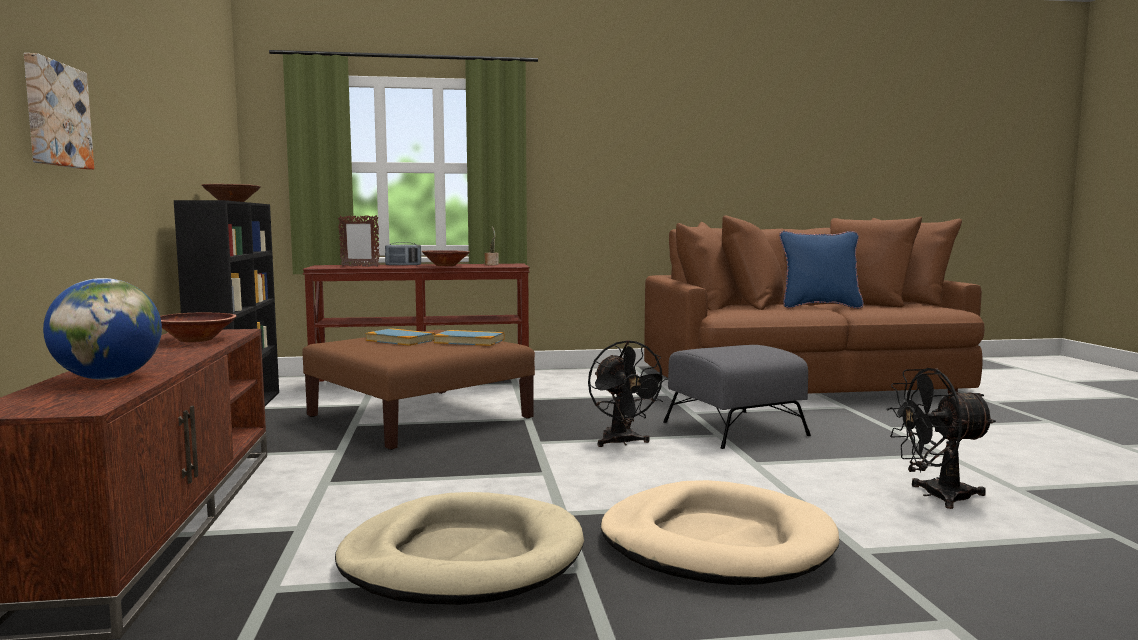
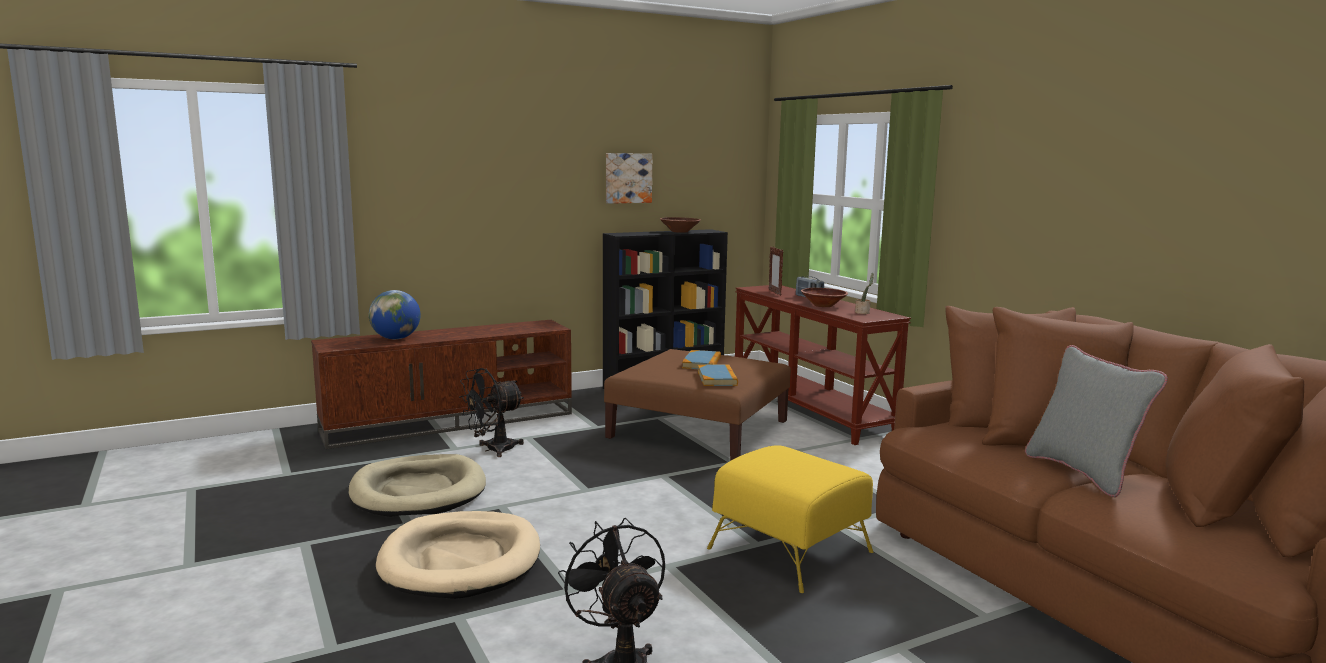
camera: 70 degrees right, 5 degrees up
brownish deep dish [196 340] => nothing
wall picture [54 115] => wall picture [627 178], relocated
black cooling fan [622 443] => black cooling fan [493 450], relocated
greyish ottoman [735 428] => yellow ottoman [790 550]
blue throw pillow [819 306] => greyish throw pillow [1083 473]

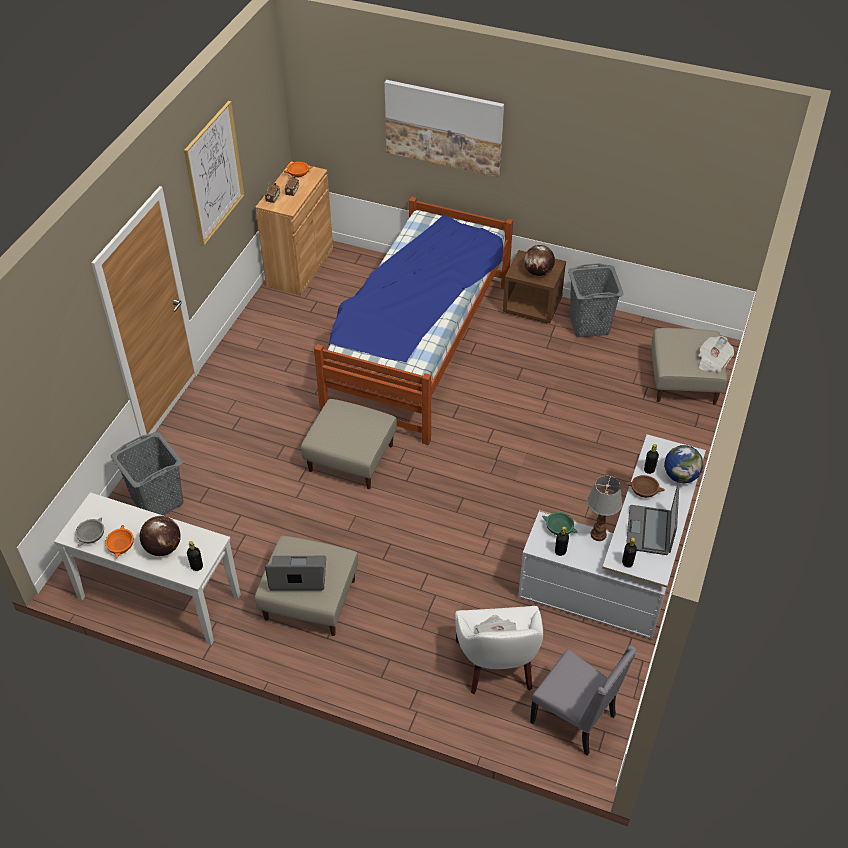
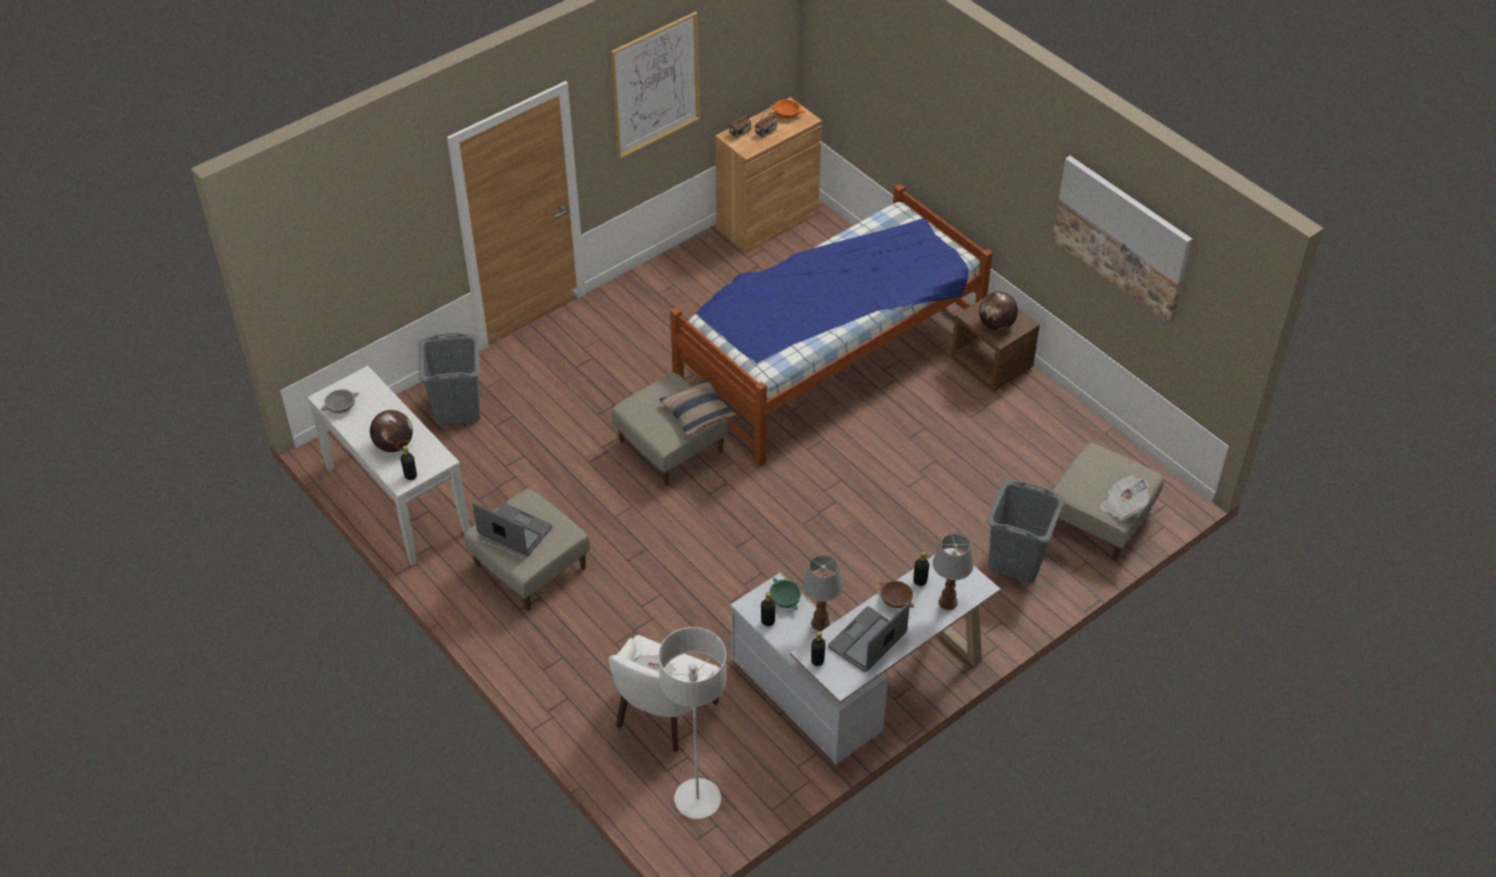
camera: 30 degrees right, 0 degrees up
orangey deep dish [121 546] => nothing
nothing => throw pillow [697 413]
wall picture [444 127] => wall picture [1121 237], relocated
greyish washing basket [589 325] => greyish washing basket [1016 560], relocated
greyish chair [575 719] => greyish standard lamp [697 800]
desk globe [680 476] => tabletop lamp [948 603]

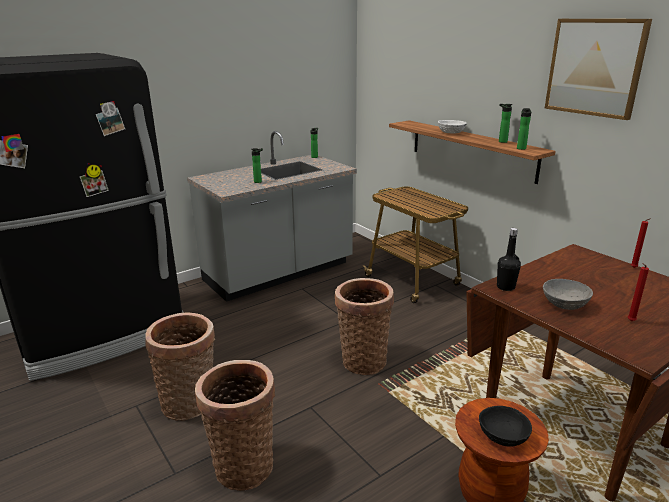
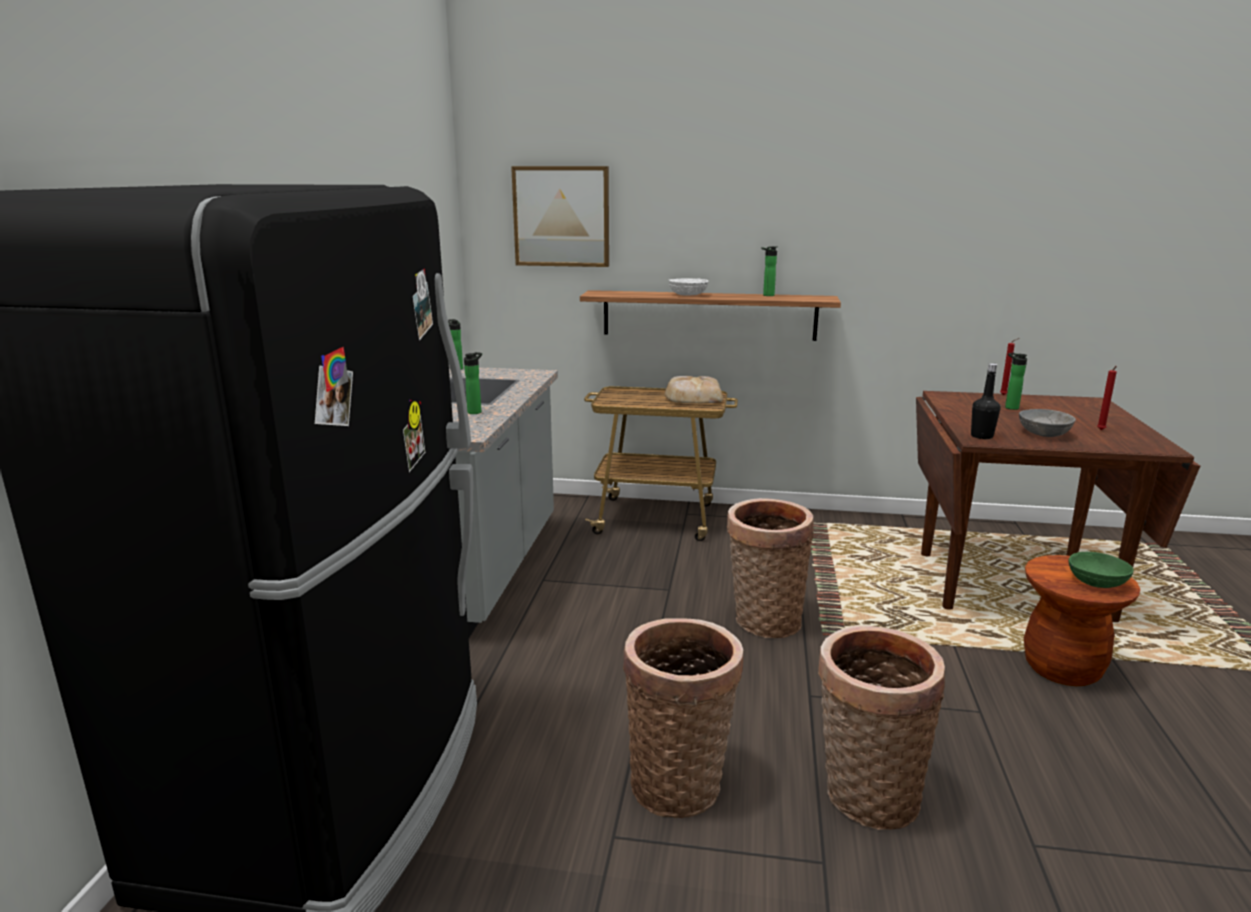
camera: 45 degrees left, 5 degrees down
nothing => baked bread [693 396]
drink bottle [521 148] => drink bottle [1010 407], relocated
wall picture [595 67] => wall picture [561 216], relocated
black deep dish [503 436] => green-coloured deep dish [1097 582]

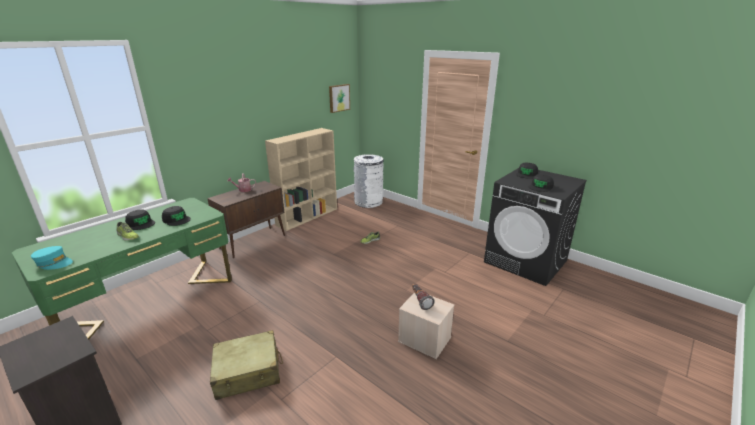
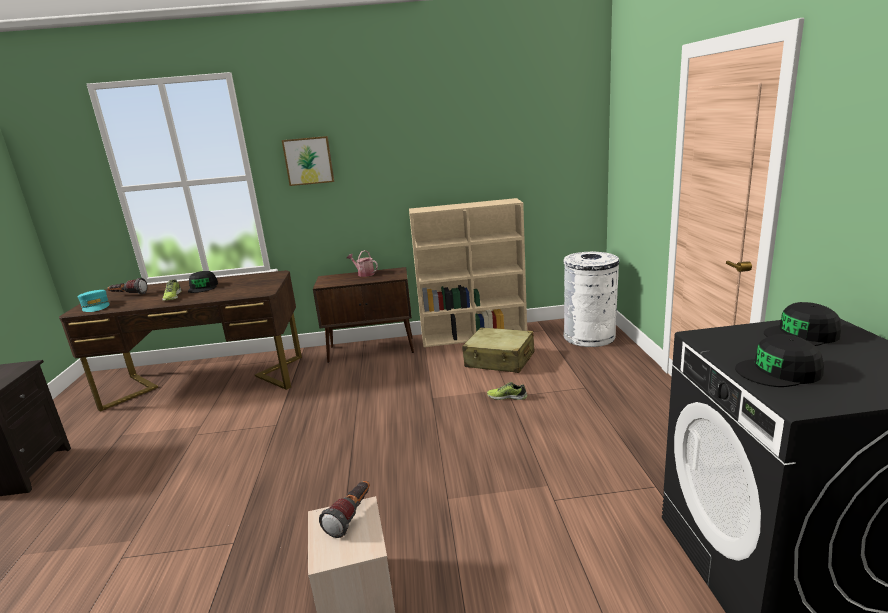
camera: 45 degrees right, 5 degrees down
black cap [176 219] => nothing
nothing => torch [128 295]
beige suitcase [248 372] => beige suitcase [499 360], relocated
wall picture [338 98] => wall picture [308 161], relocated
green-coloured desk [149 301] => brownish desk [206 382]

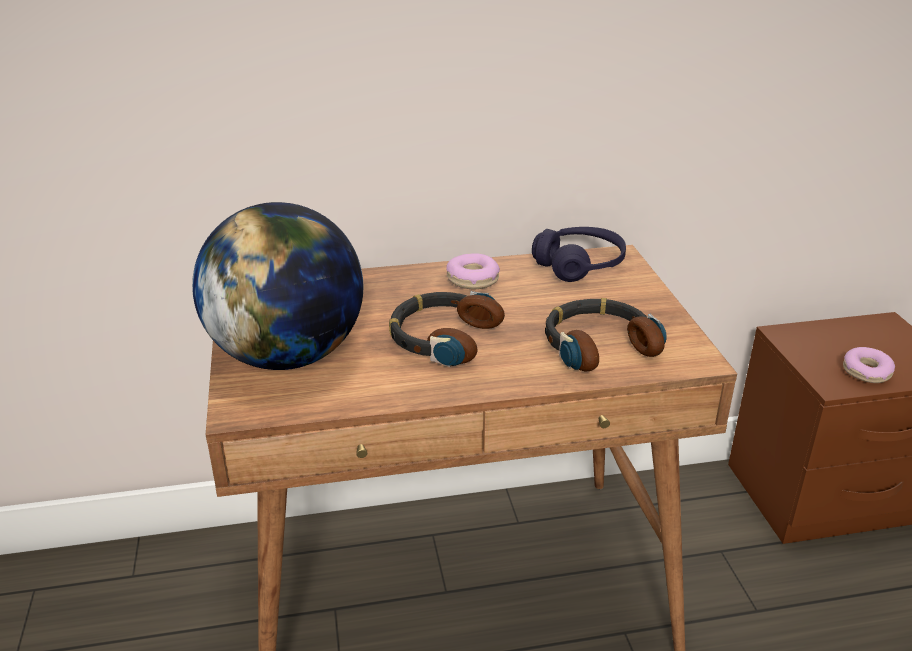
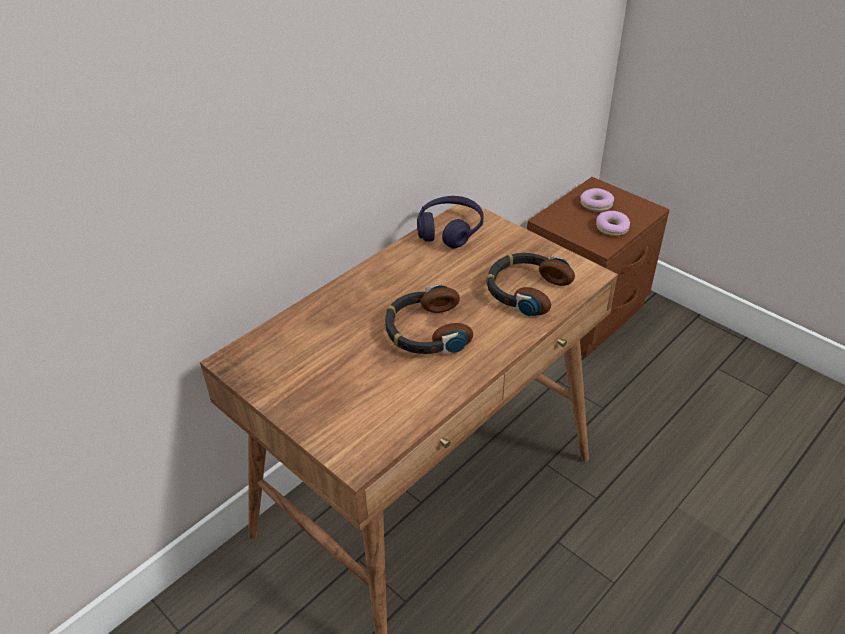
camera: 35 degrees left, 10 degrees up
desk globe [288 355] => nothing
donut [472 279] => donut [596 204], relocated

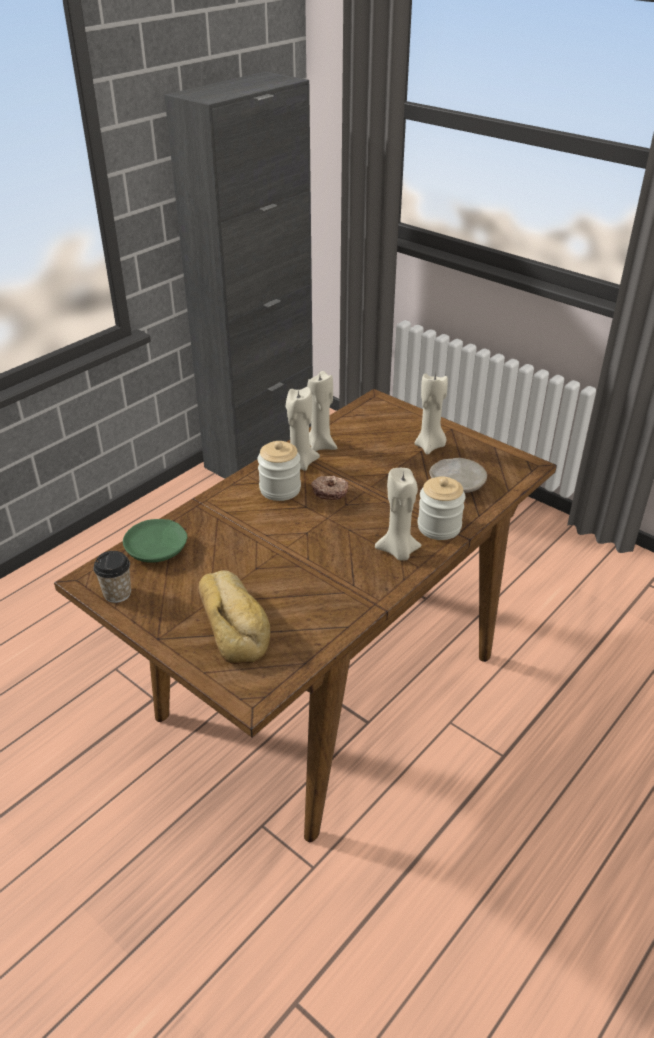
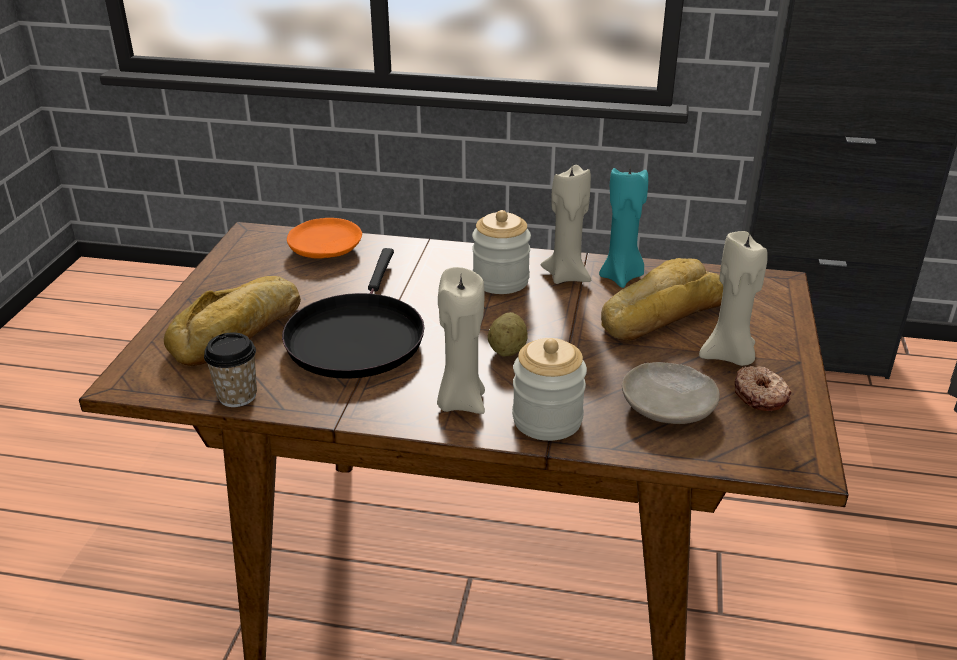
camera: 60 degrees right, 5 degrees down
nothing => black pan [356 337]
nothing => spud [507 350]
nothing => baked bread [660 313]
drinking cup [117 593] => drinking cup [237 396], relocated
donut [330 491] => donut [760 395], relocated
green-coloured plate [157 549] => orangey plate [325 250]
beige wax candle [321 445] => turquoise wax candle [622 277]

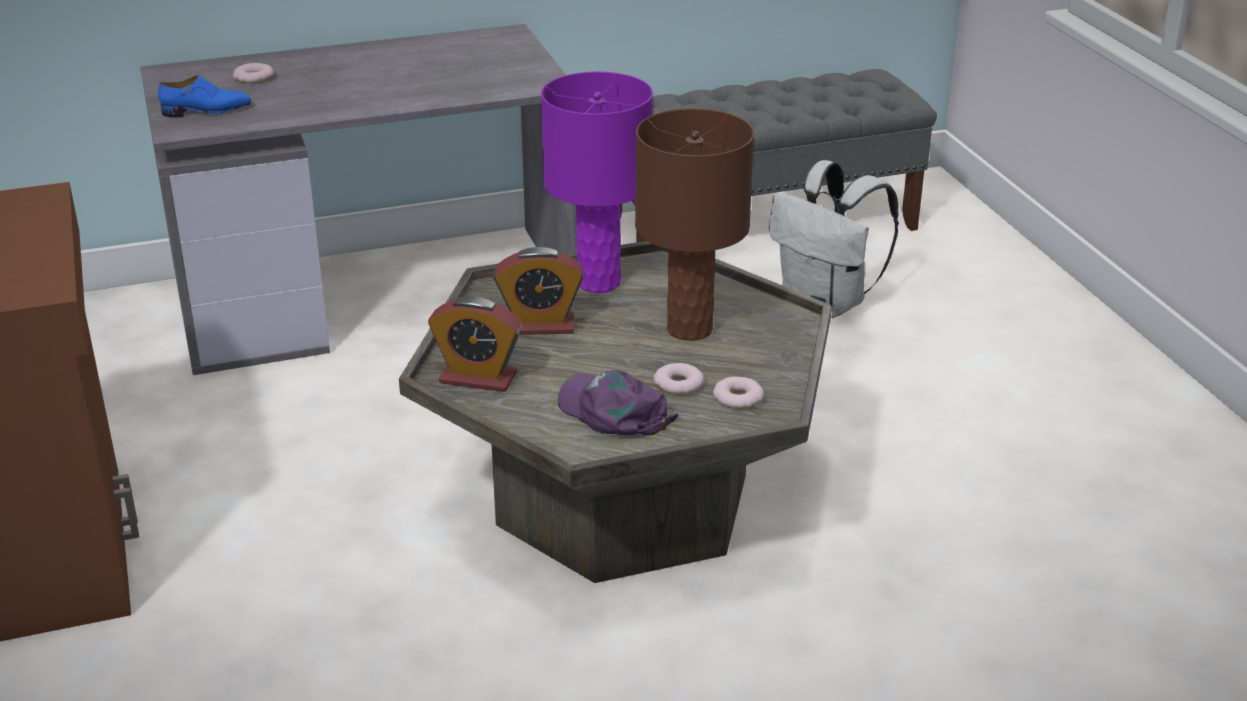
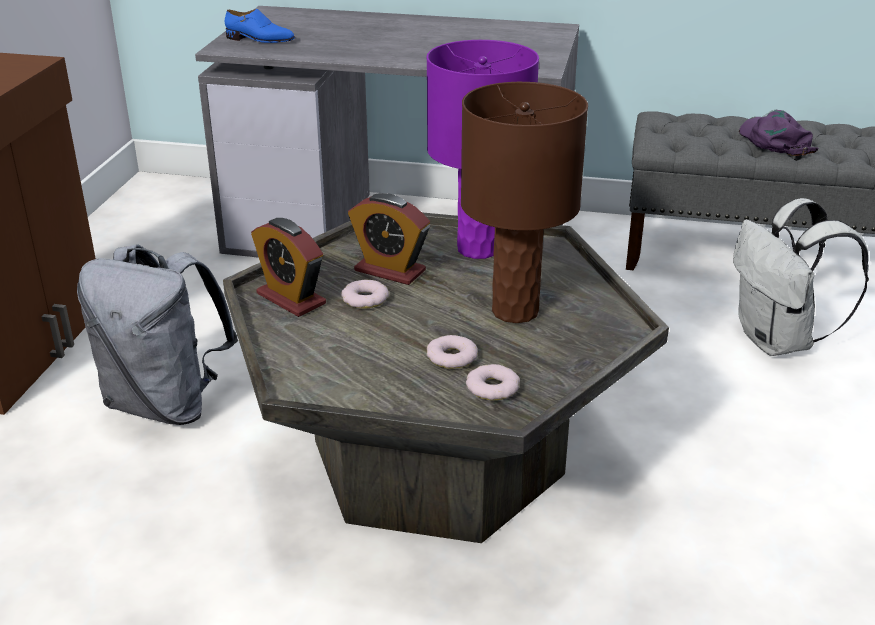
camera: 30 degrees right, 0 degrees up
nothing => greyish backpack [167 404]
donut [253 78] => donut [365 299], relocated
purple cap [613 411] => purple cap [774 141], relocated

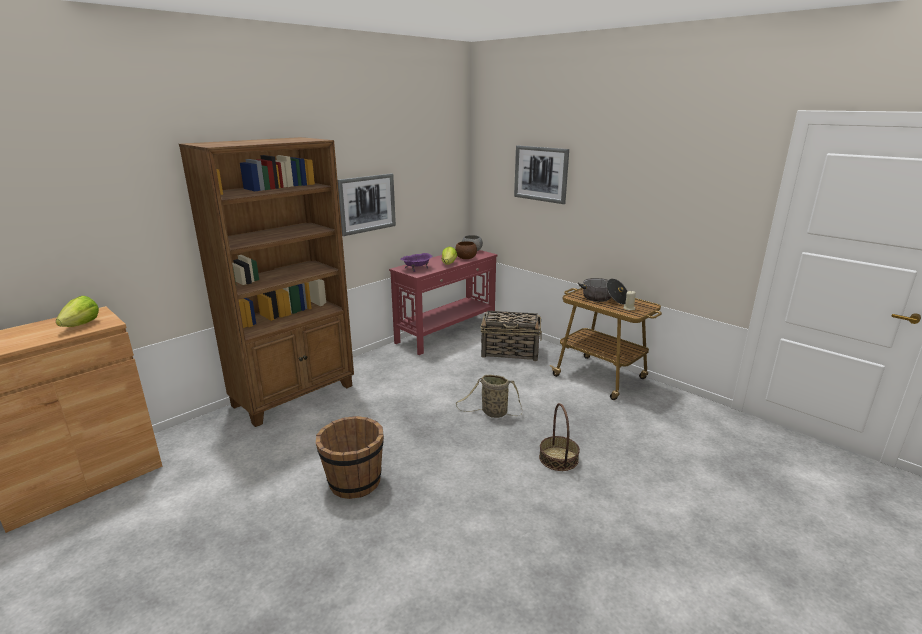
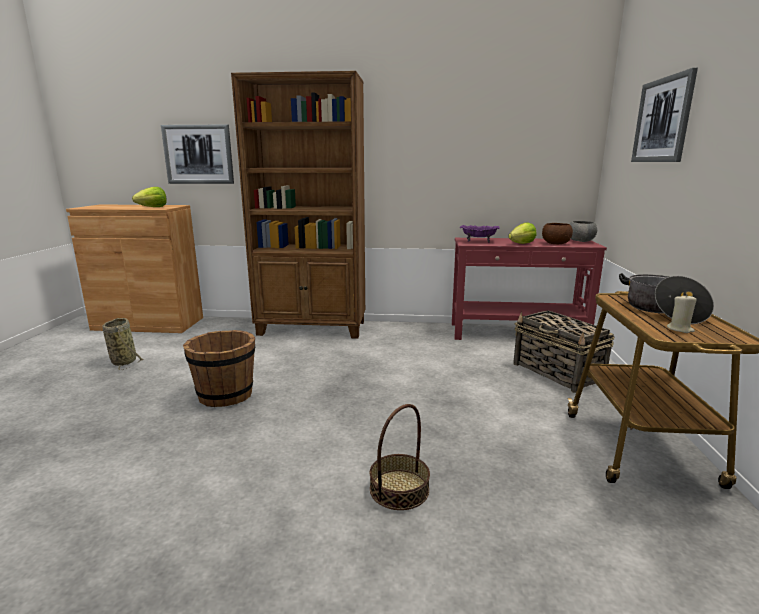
camera: 50 degrees right, 5 degrees down
wall picture [367 203] => wall picture [198 154], relocated
basket [492 413] => basket [124 361], relocated

